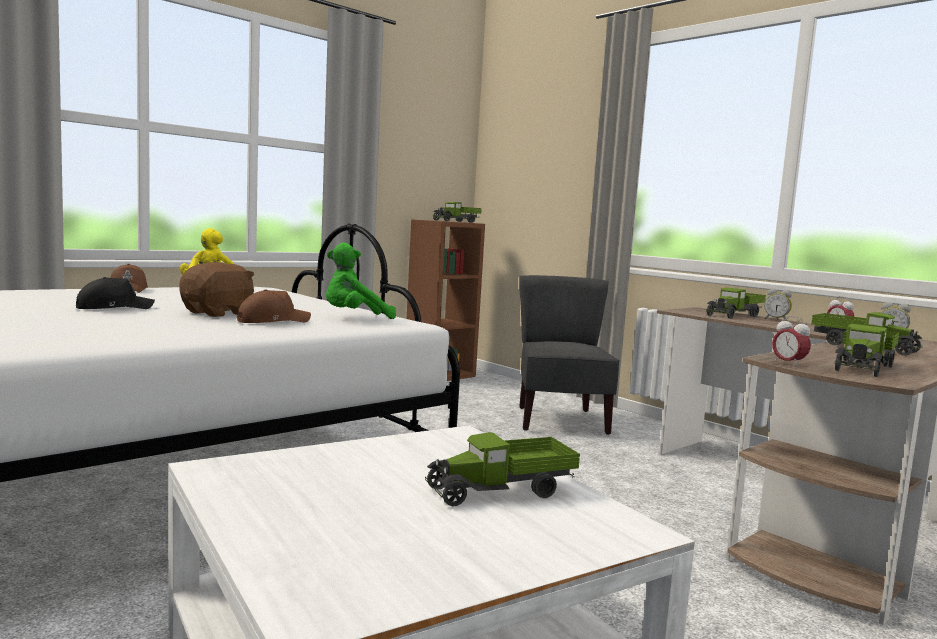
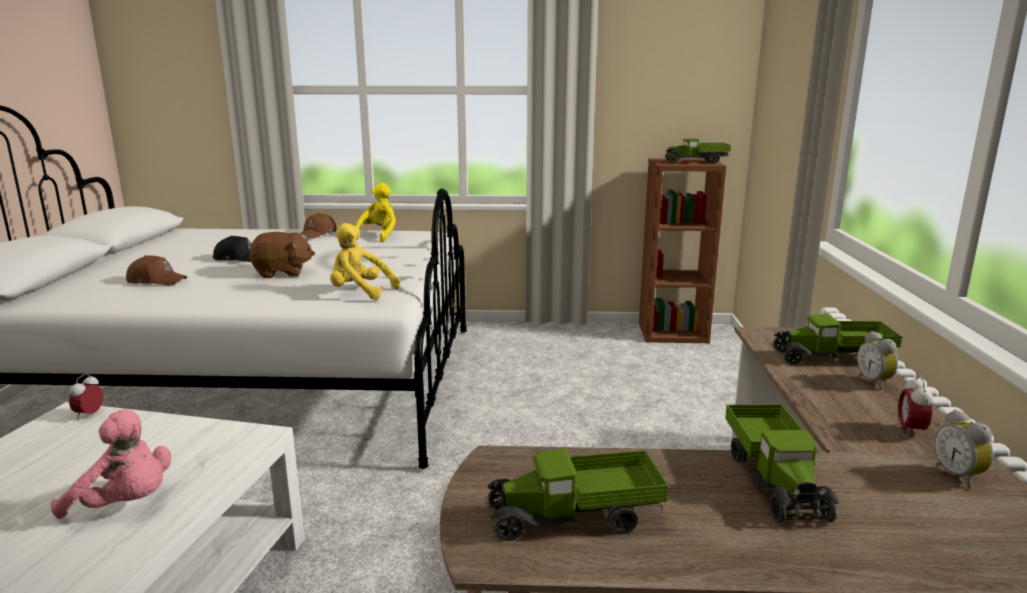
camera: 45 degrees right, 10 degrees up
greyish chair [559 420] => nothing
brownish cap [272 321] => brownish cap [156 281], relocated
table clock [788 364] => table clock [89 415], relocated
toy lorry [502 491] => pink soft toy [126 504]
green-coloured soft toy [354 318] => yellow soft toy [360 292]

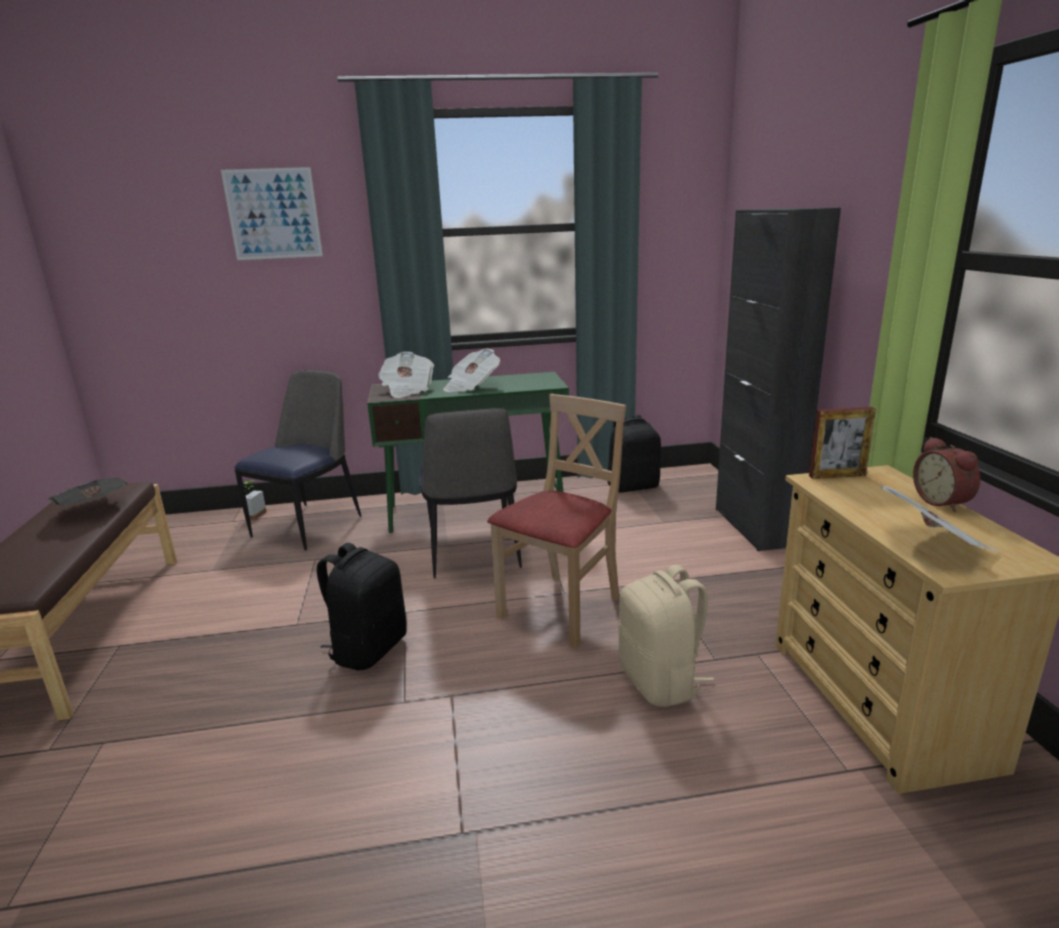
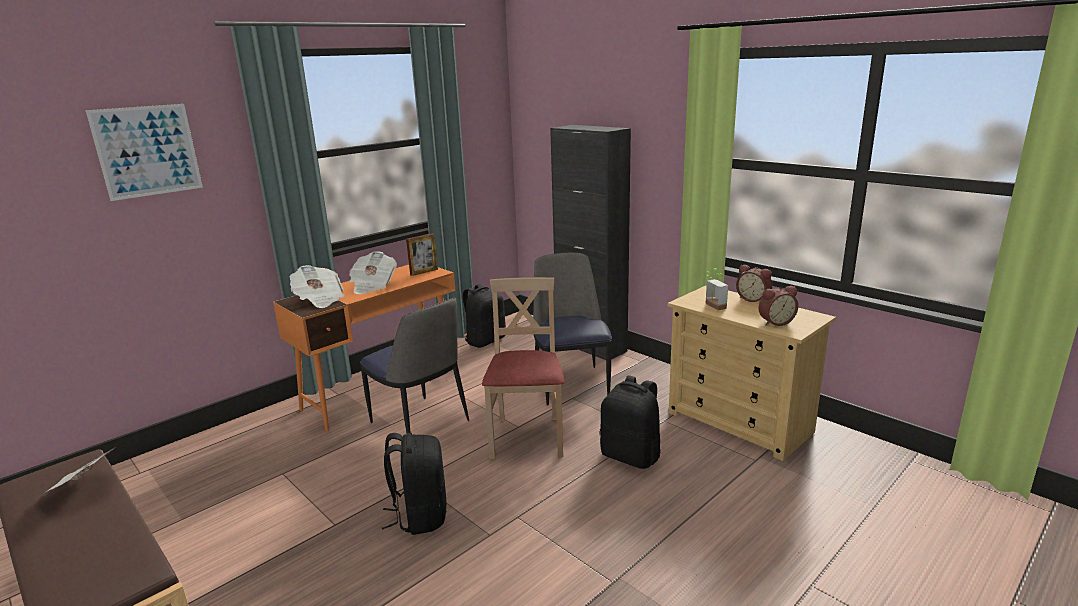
camera: 35 degrees left, 0 degrees up
chair [309 525] => chair [570 384], relocated
potted plant [252 515] => potted plant [712 306], relocated
standing frame [837 475] => standing frame [424 272], relocated
printed paper [932 545] => table clock [775 322]
green-coloured desk [477 510] => orangey desk [383 391]
beige backpack [661 682] => black backpack [631 456]

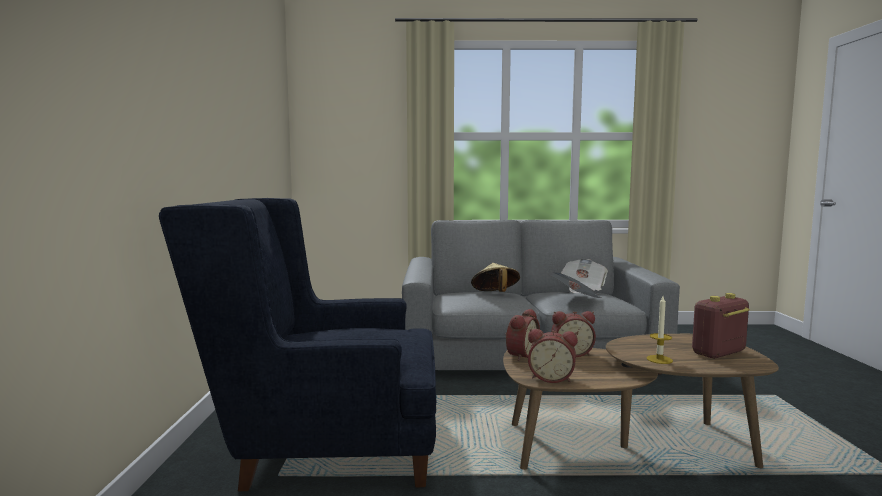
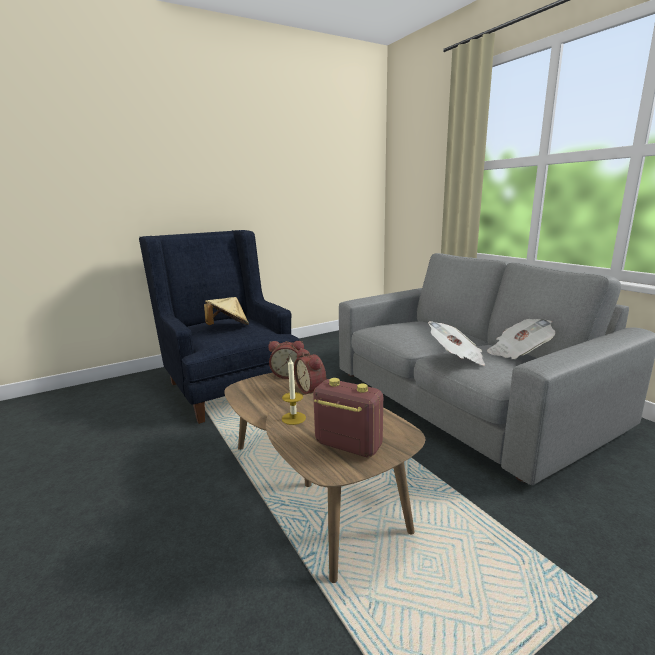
camera: 60 degrees right, 10 degrees up
table clock [551 378] => nothing
beige clothing hat [495 295] => beige clothing hat [228 327], relocated

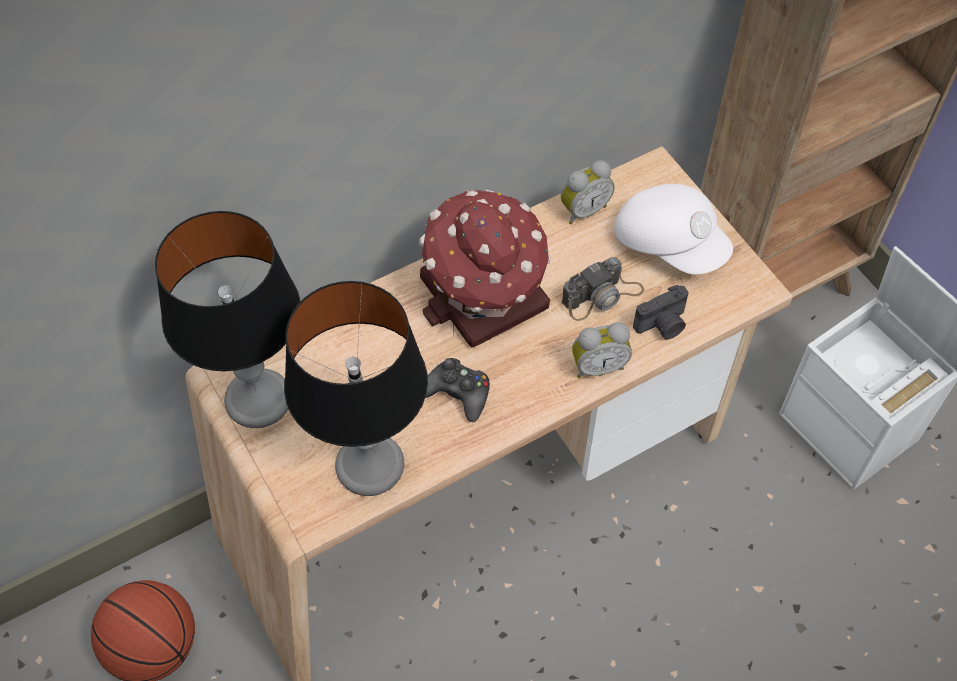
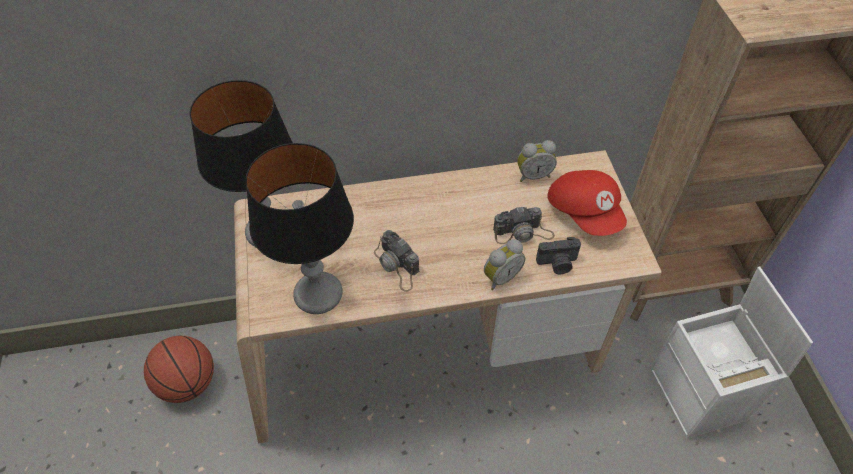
camera: 20 degrees right, 5 degrees down
toy house [484 296] => nothing
black joypad [458 393] => photo camera [397 266]
white-coloured cap [670 243] => red cap [585 212]
table clock [598 366] => table clock [500 277], 45 degrees counterclockwise

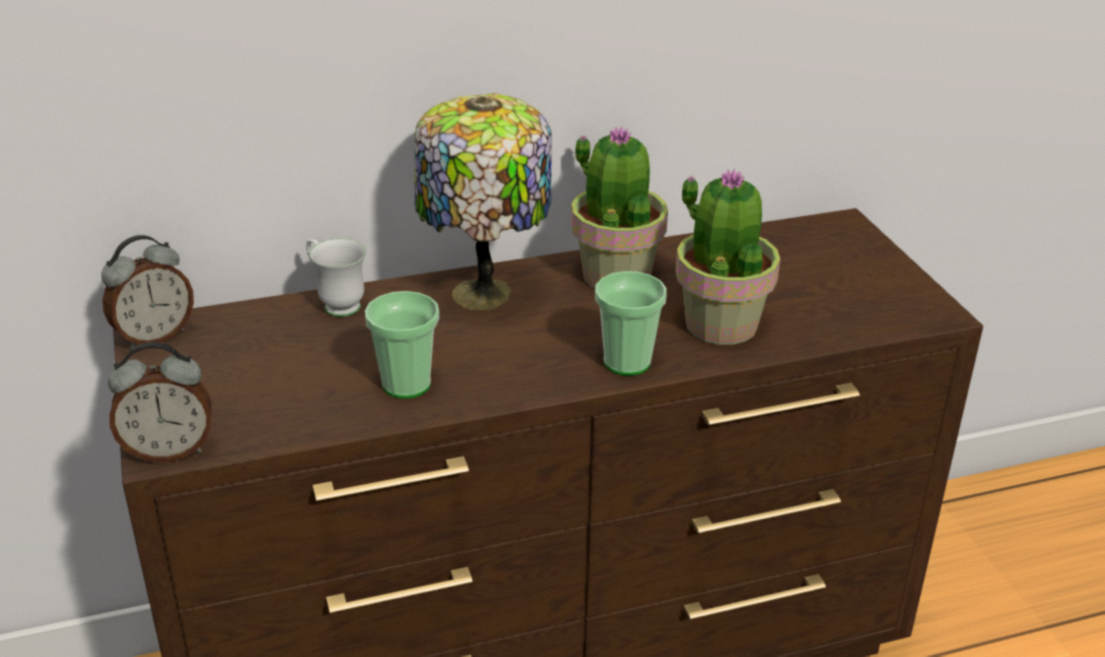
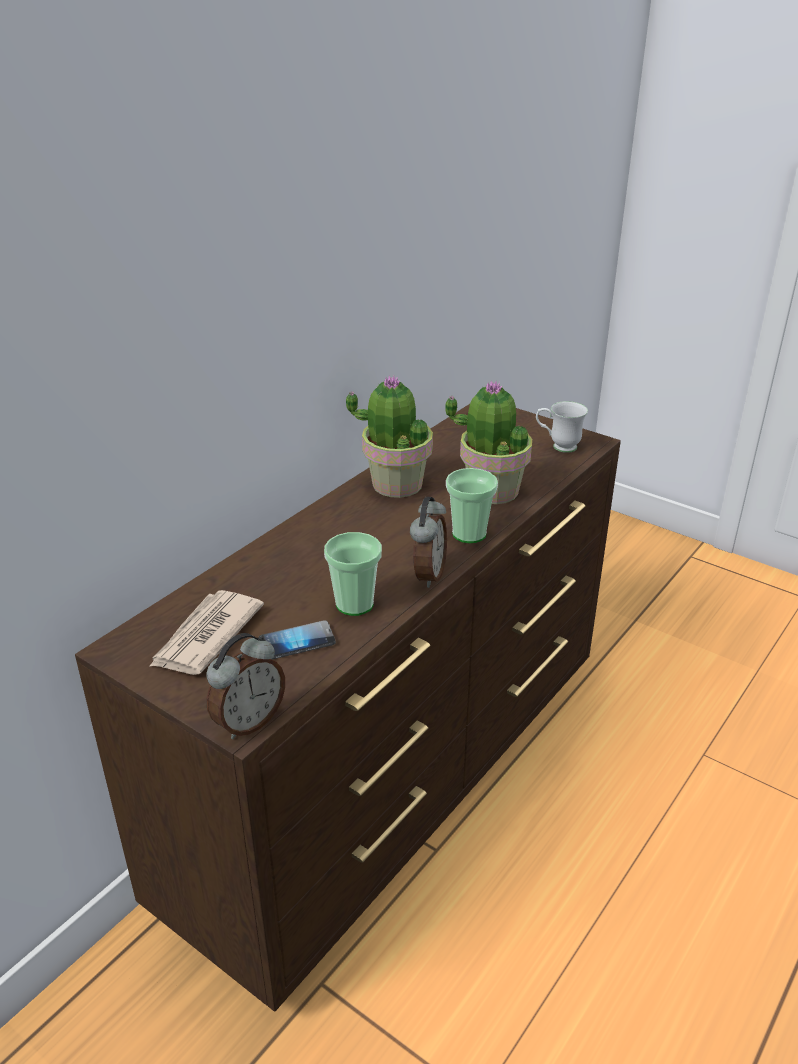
camera: 35 degrees left, 0 degrees up
tabletop lamp [484 296] => nothing
nothing => printed paper [205 636]
nothing => handset [297 642]
table clock [154 336] => table clock [427 574], relocated
white-coloured coffee mug [336 303] => white-coloured coffee mug [558 446], relocated

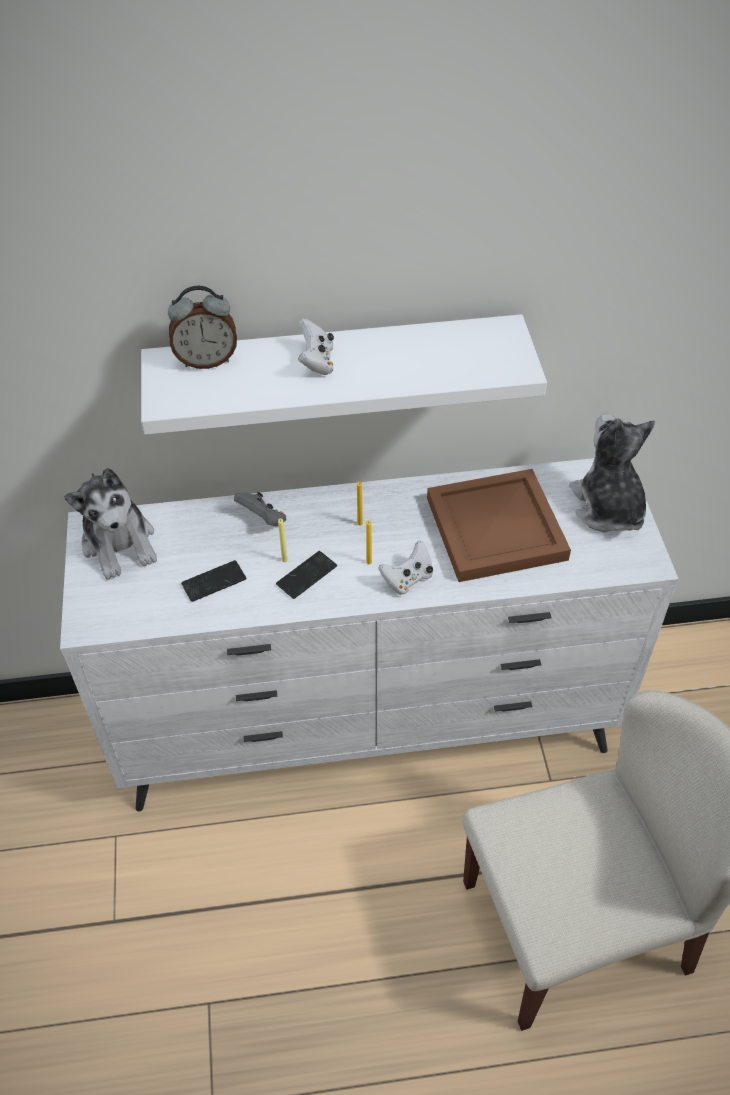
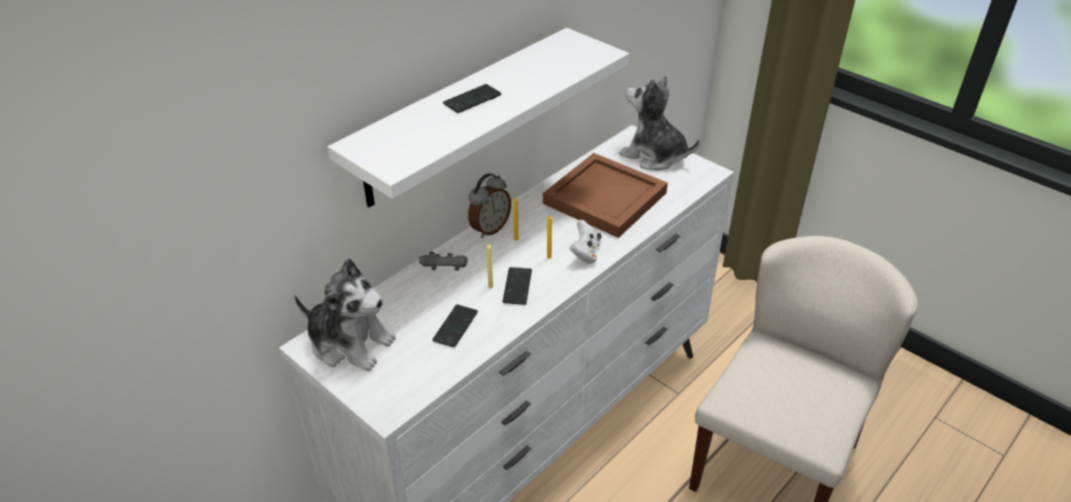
camera: 40 degrees left, 10 degrees down
table clock [206 360] => table clock [489 228], relocated
white-coloured joypad [317 362] => handset [472 100]

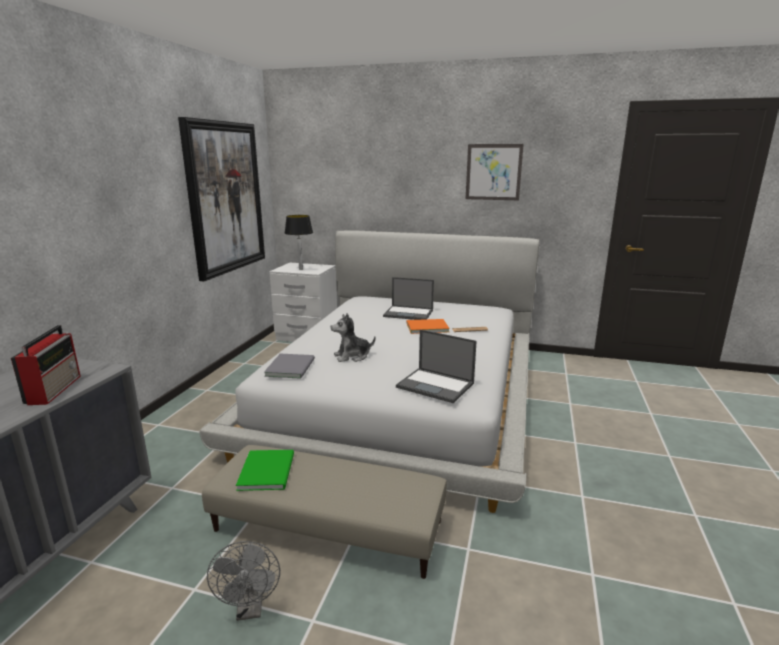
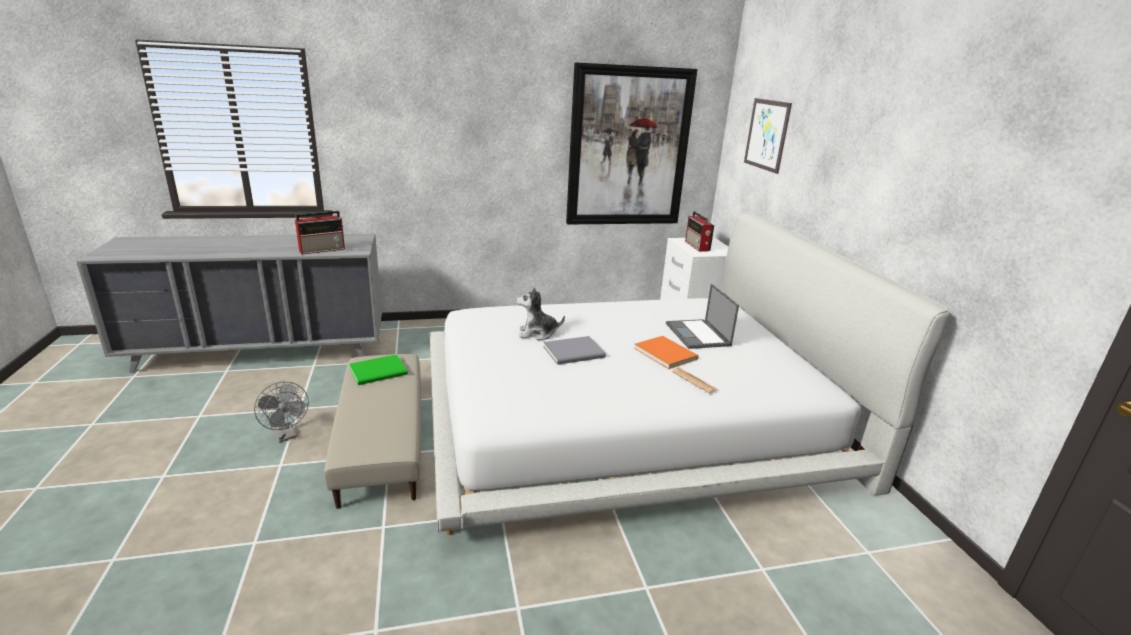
camera: 60 degrees right, 5 degrees up
portable computer [436 385] => nothing
greyish volume [292 367] => greyish volume [576 352], relocated
wall picture [493 172] => wall picture [767 134], relocated
tabletop lamp [301 269] => radio receiver [697 246]
greyish cooling fan [250 609] => greyish cooling fan [286 435], 90 degrees counterclockwise
soft toy [352 356] => soft toy [537 333], 45 degrees counterclockwise

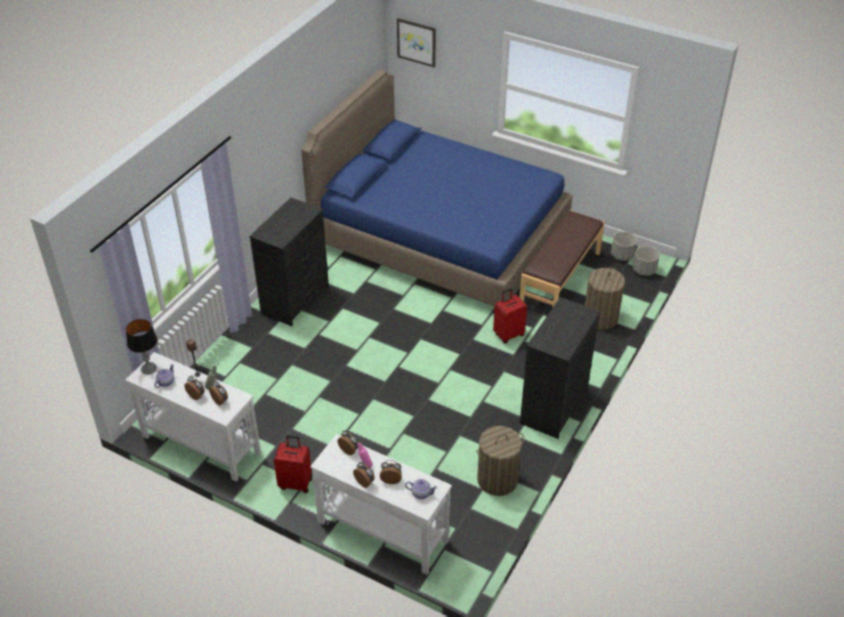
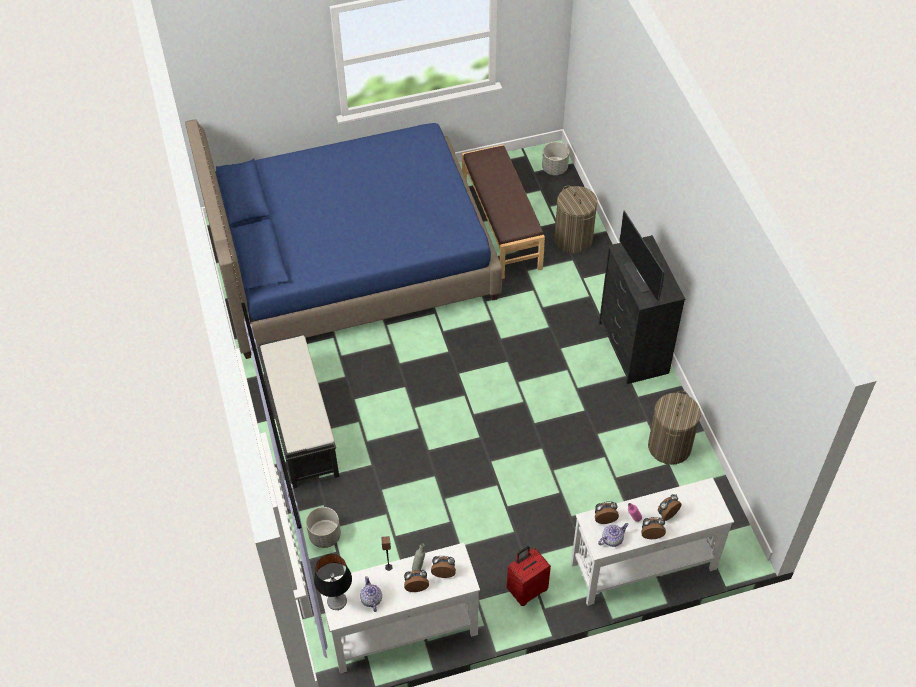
camera: 45 degrees left, 10 degrees up
wall picture [416 42] => nothing
red suitcase [508 334] => nothing
nothing => computer screen [644 276]
tea pot [421 493] => tea pot [611 539], relocated
greyish planter [622 255] => greyish planter [324 536], relocated
black chest of drawers [295 300] => black indoor bench [301 425]

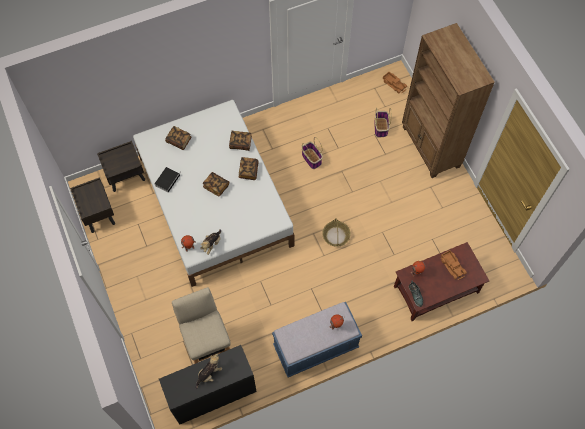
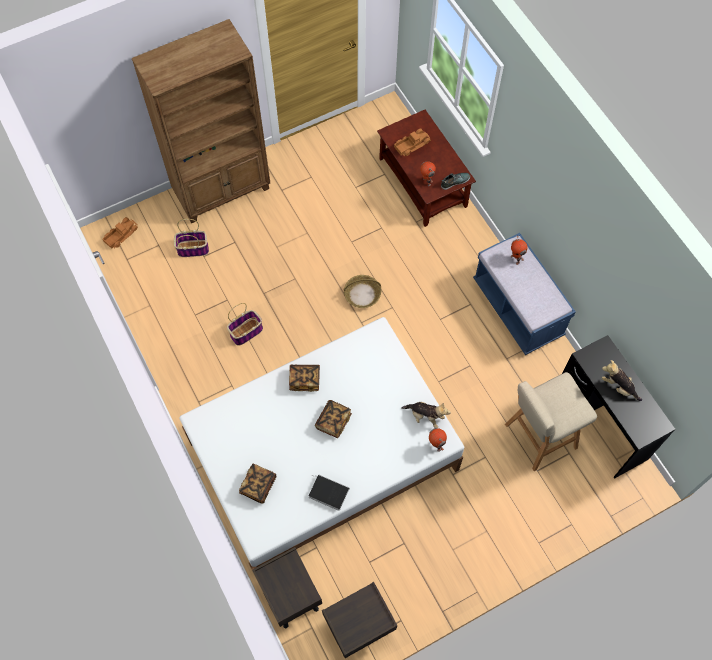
camera: 95 degrees left, 0 degrees up
volume [240 143] => nothing

